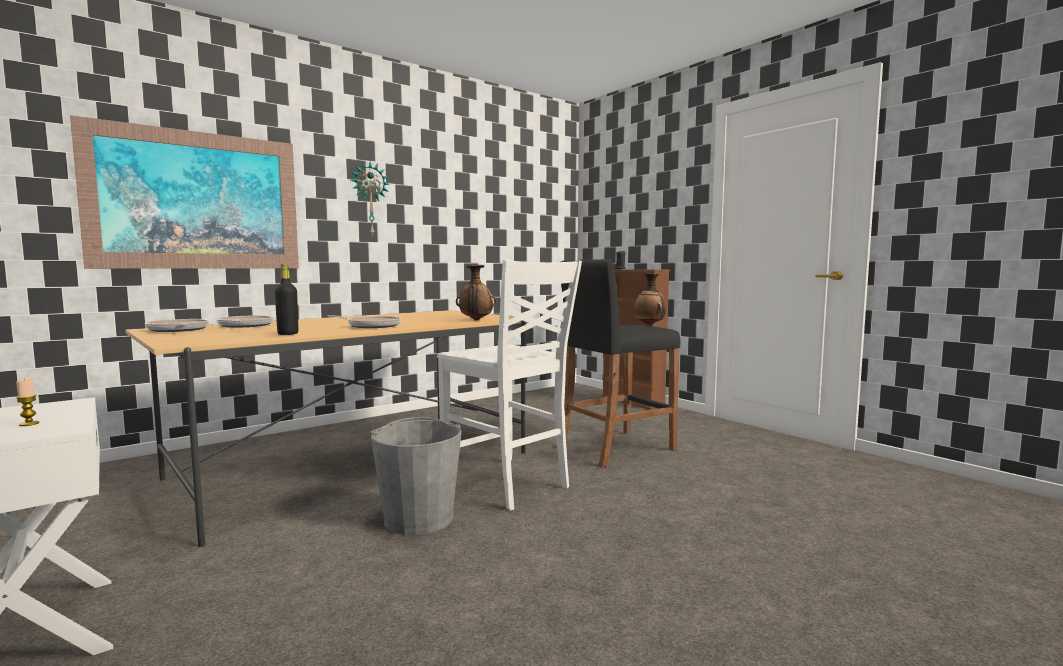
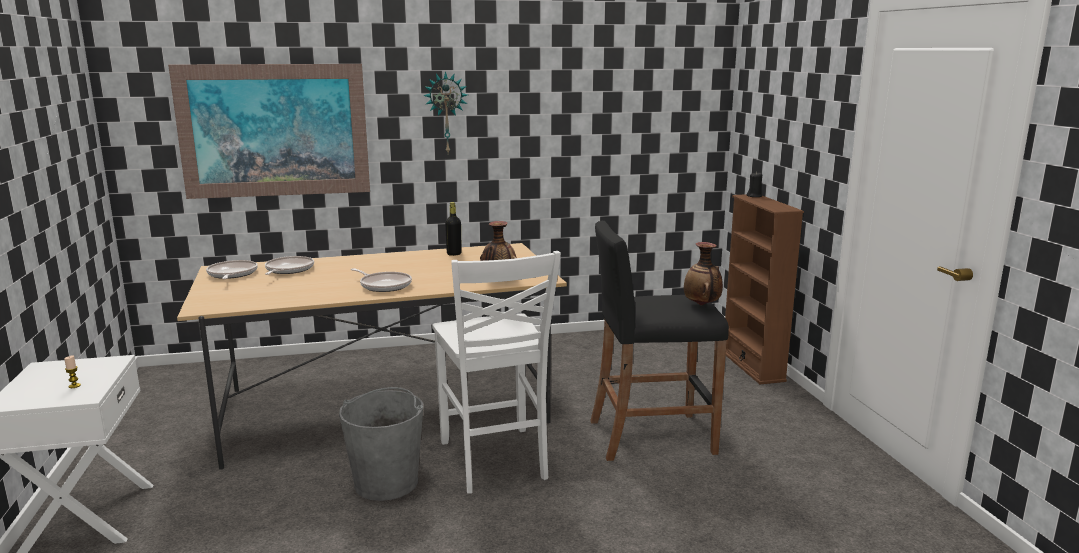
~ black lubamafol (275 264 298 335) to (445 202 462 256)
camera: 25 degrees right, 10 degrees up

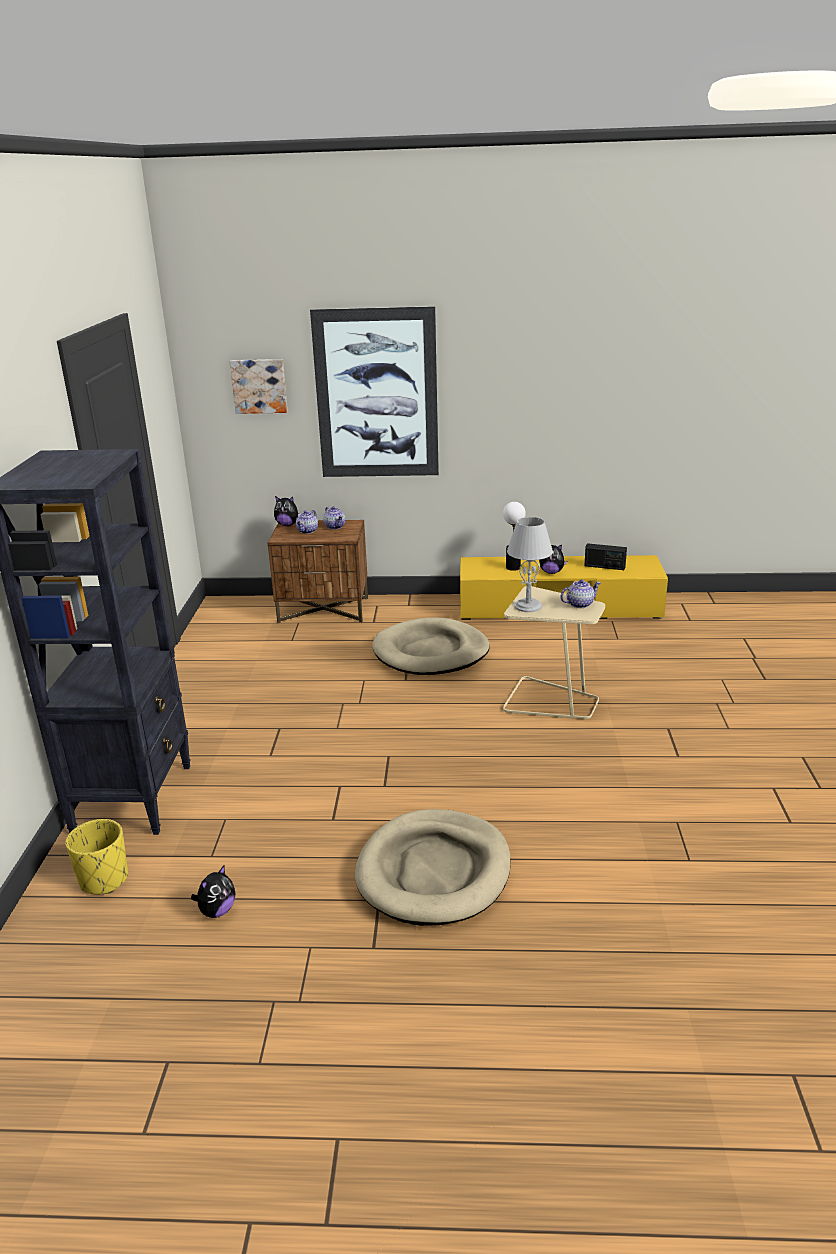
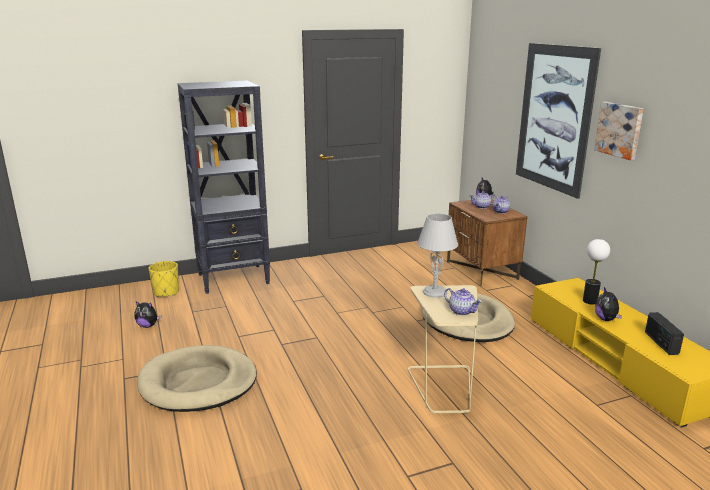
~ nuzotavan (230 359 287 414) to (594 102 643 160)
camera: 65 degrees right, 5 degrees down

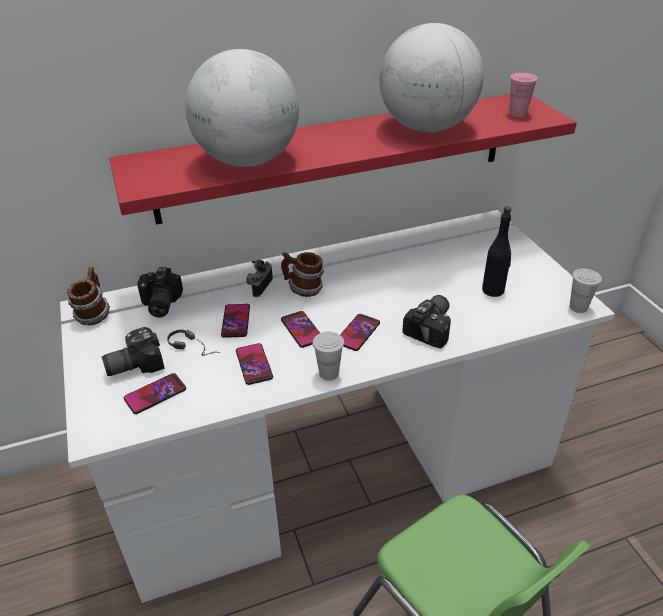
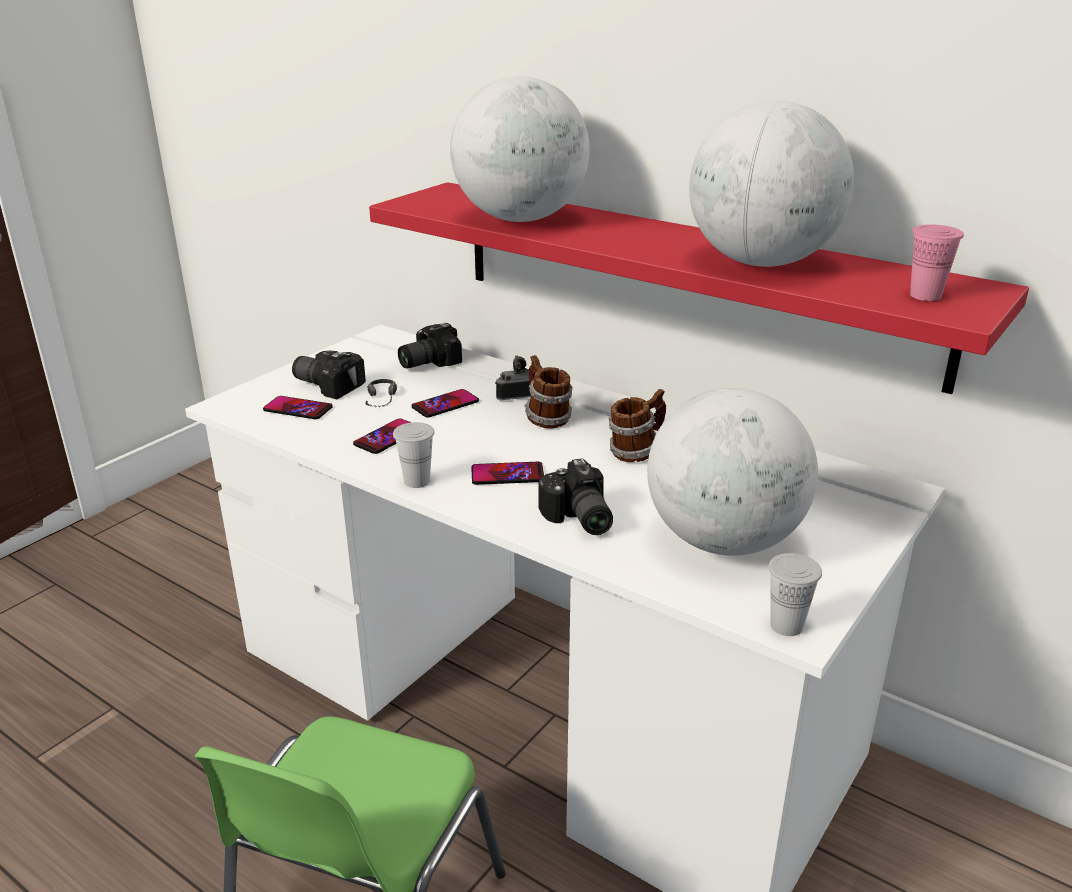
~ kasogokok (402 295 451 348) = (539 458 613 535) 75 degrees clockwise
~ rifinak (67 267 110 325) to (609 389 666 462)
~ black lubamafol (482 206 511 297) to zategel (647 388 818 556)
- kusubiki (281 311 320 348)
camera: 55 degrees right, 10 degrees down

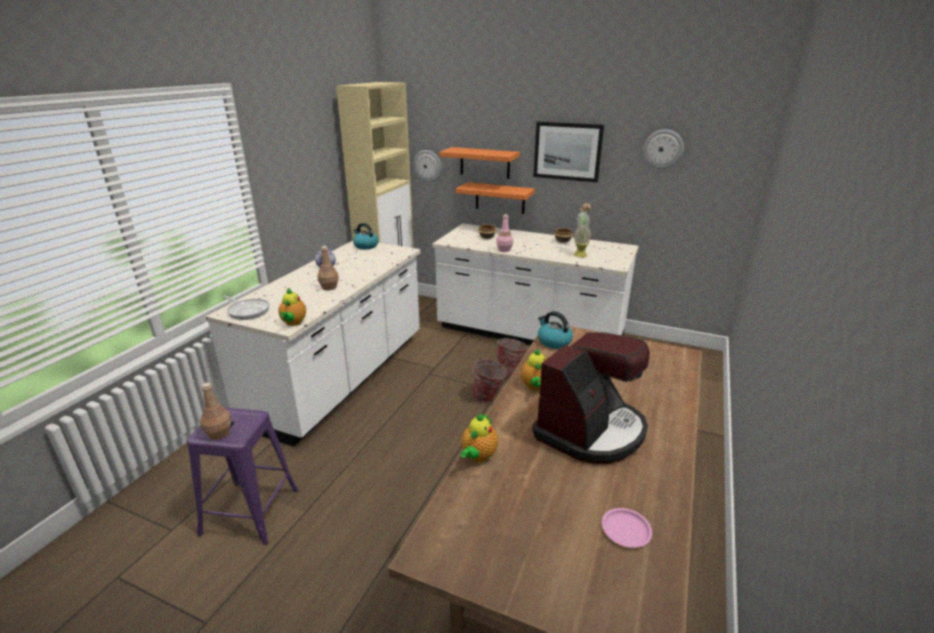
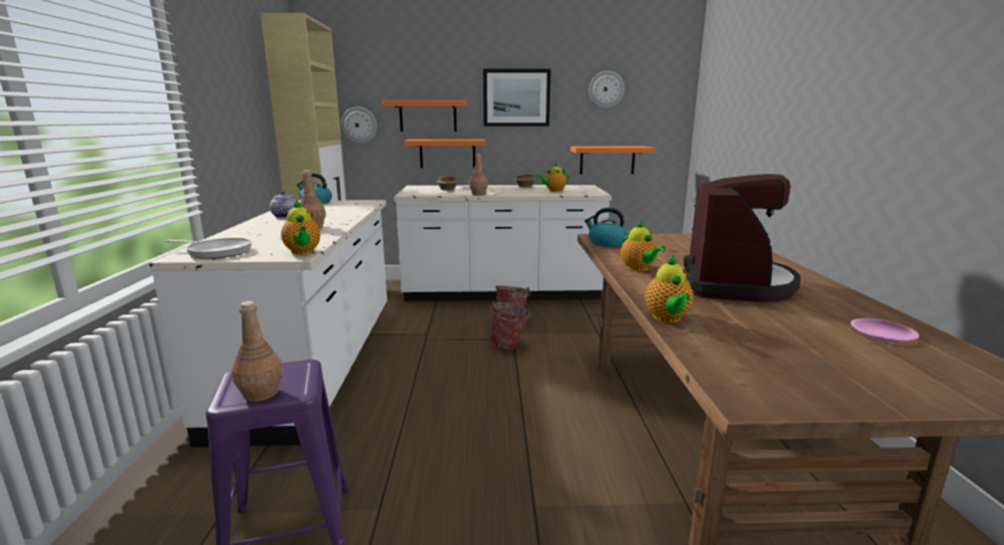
~ pink lubamafol (496 214 513 252) to brown lubamafol (469 154 488 195)
~ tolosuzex (573 203 592 257) to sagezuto (536 162 570 192)
+ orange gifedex (571 146 656 174)
camera: 25 degrees left, 10 degrees down

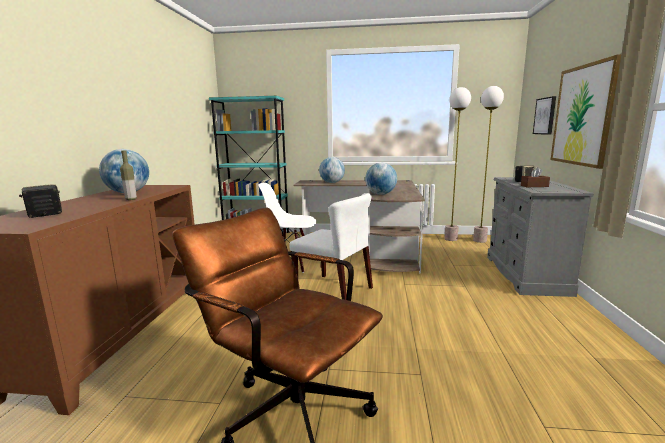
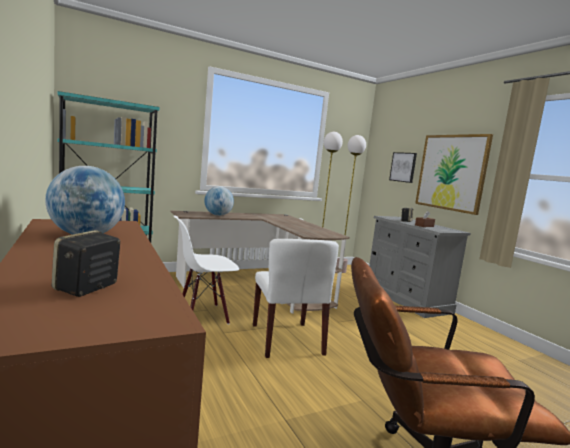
~ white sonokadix (290 193 373 300) = (253 239 339 358) 75 degrees clockwise
- lubamafol (120 150 137 200)
- zategel (365 163 397 195)
camera: 35 degrees left, 5 degrees down

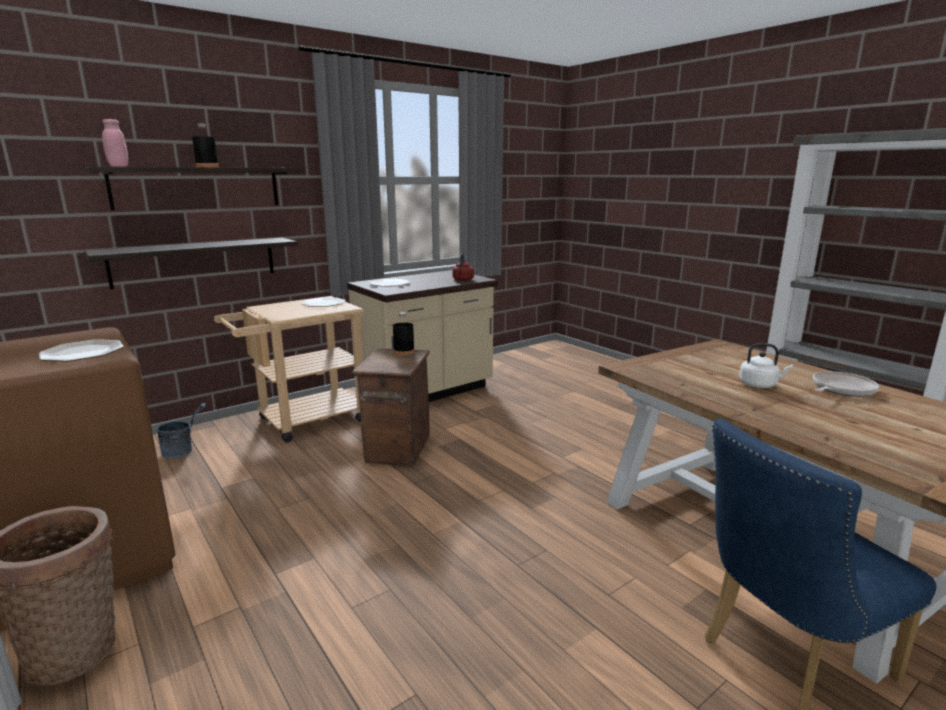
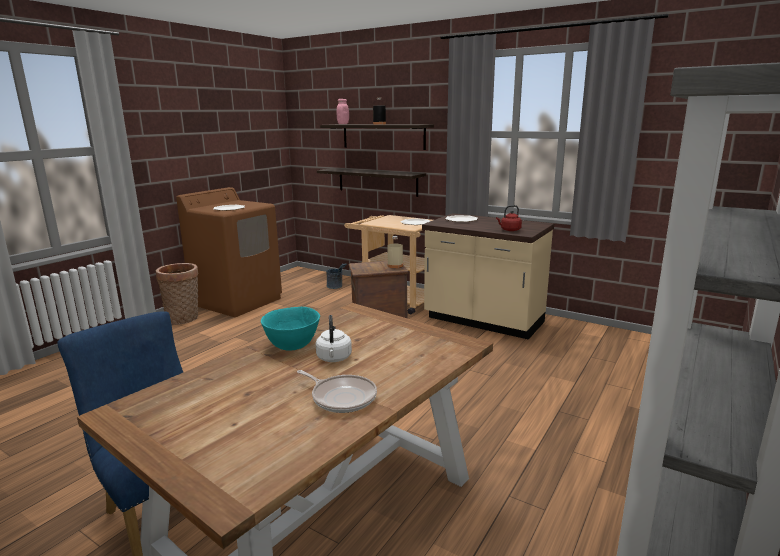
+ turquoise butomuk (261 307 320 351)
~ black lubamafol (393 312 415 355) to beige lubamafol (387 236 403 268)
camera: 70 degrees right, 0 degrees up

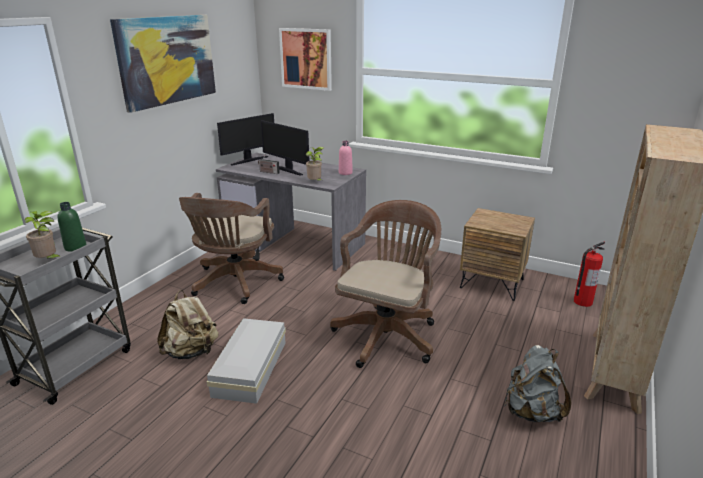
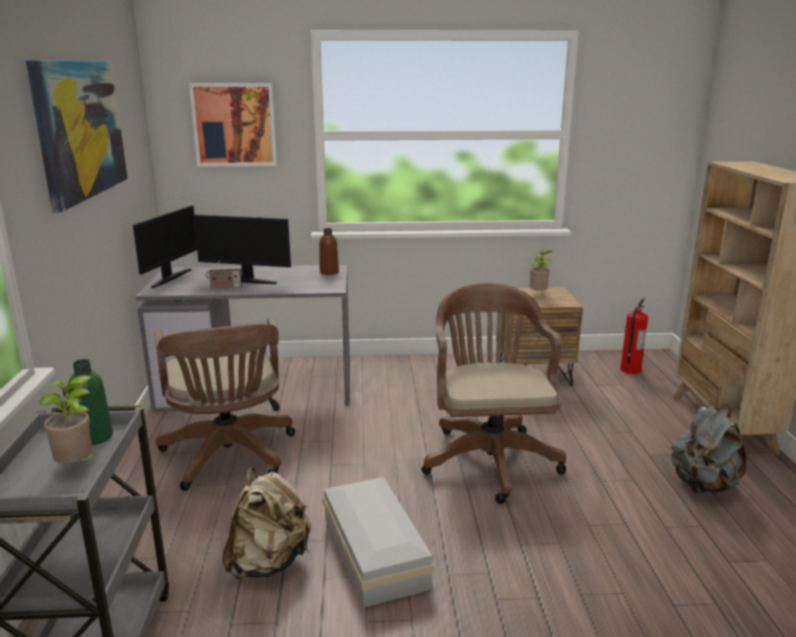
~ pink lubamafol (339 141 353 175) to brown lubamafol (320 228 339 275)
~ tolosuzex (306 147 324 181) to (530 249 552 291)
camera: 30 degrees left, 5 degrees down

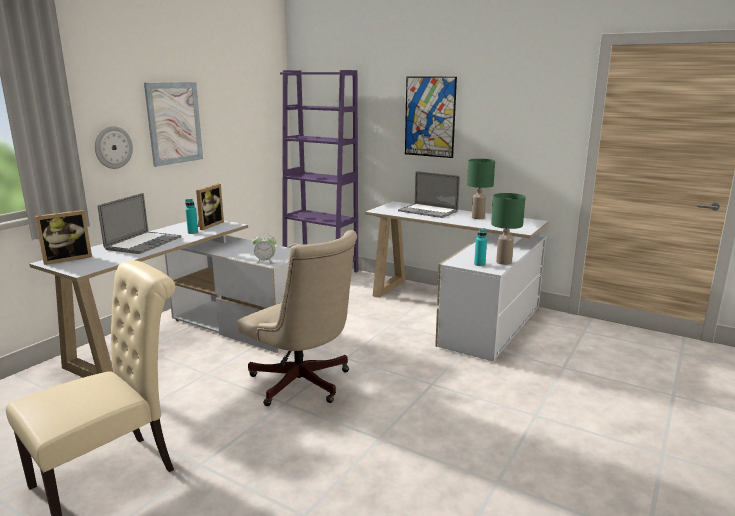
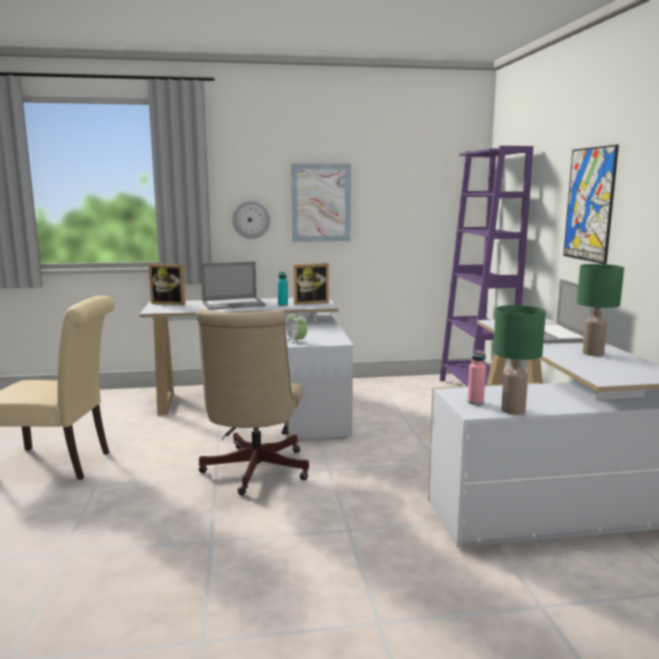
~ turquoise lubamafol (474 228 487 266) to pink lubamafol (467 350 486 405)
camera: 50 degrees right, 5 degrees down

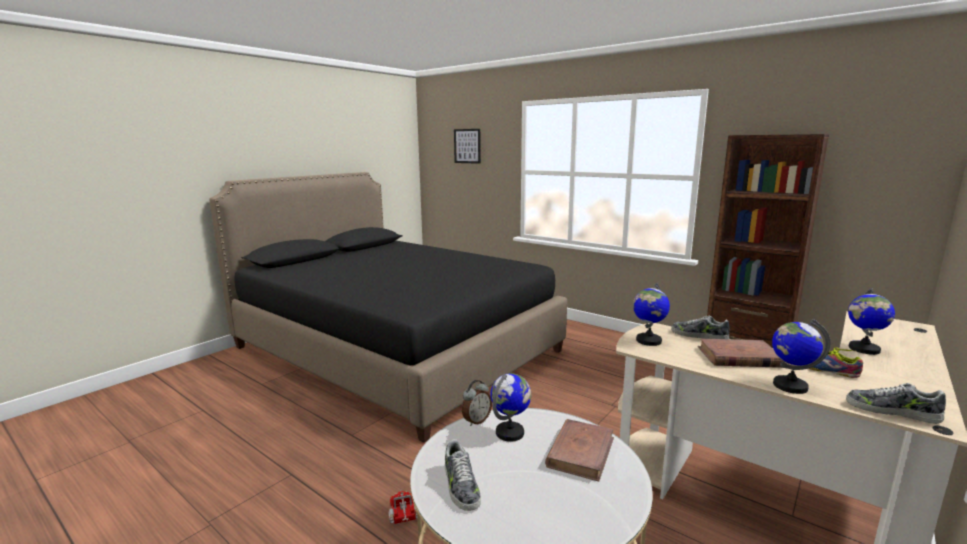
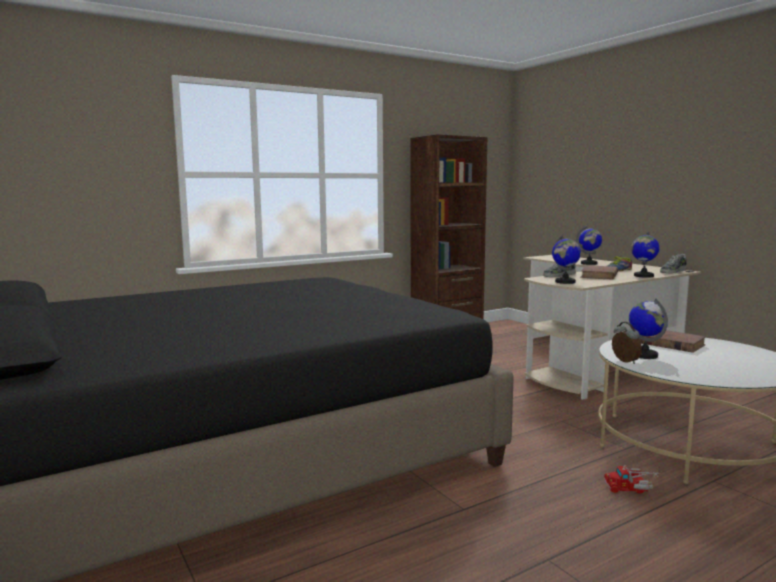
- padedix (445 439 481 511)
- nuzotavan (454 129 481 164)
camera: 70 degrees left, 5 degrees down

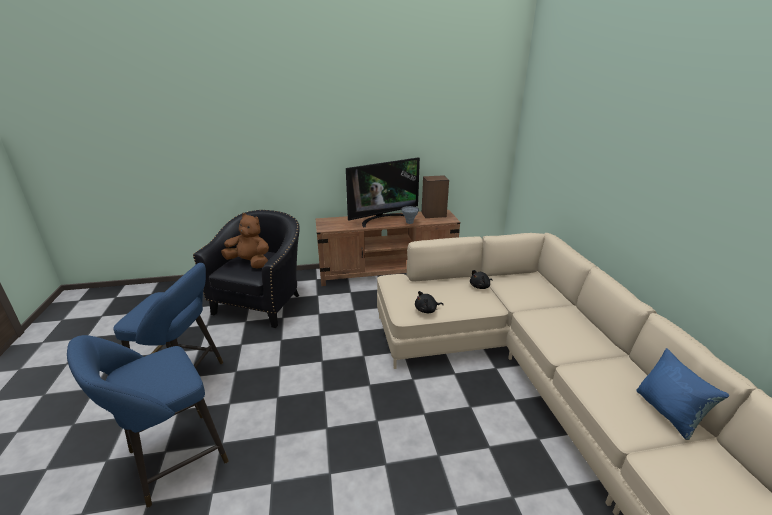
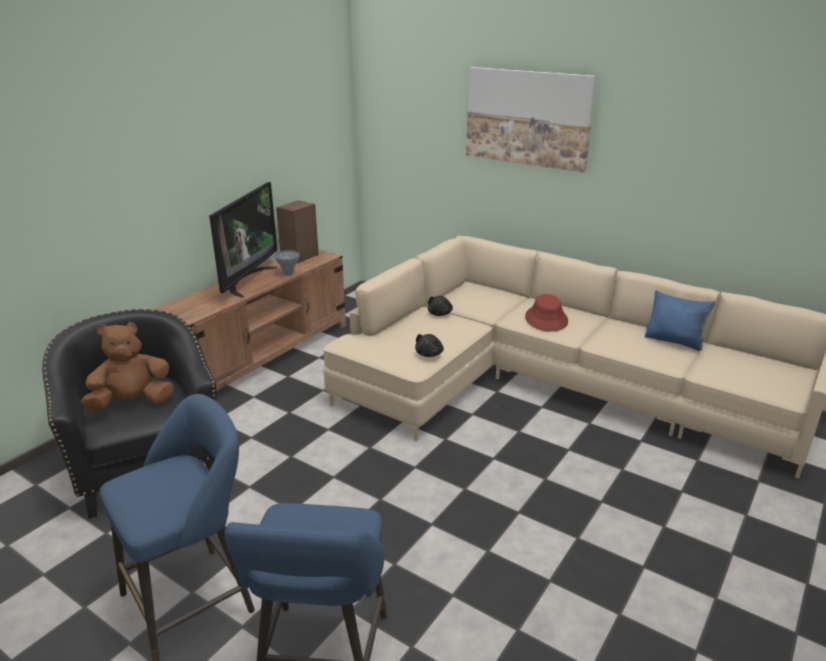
+ nuzotavan (466 67 597 172)
+ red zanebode (525 294 568 332)
camera: 45 degrees left, 0 degrees up

